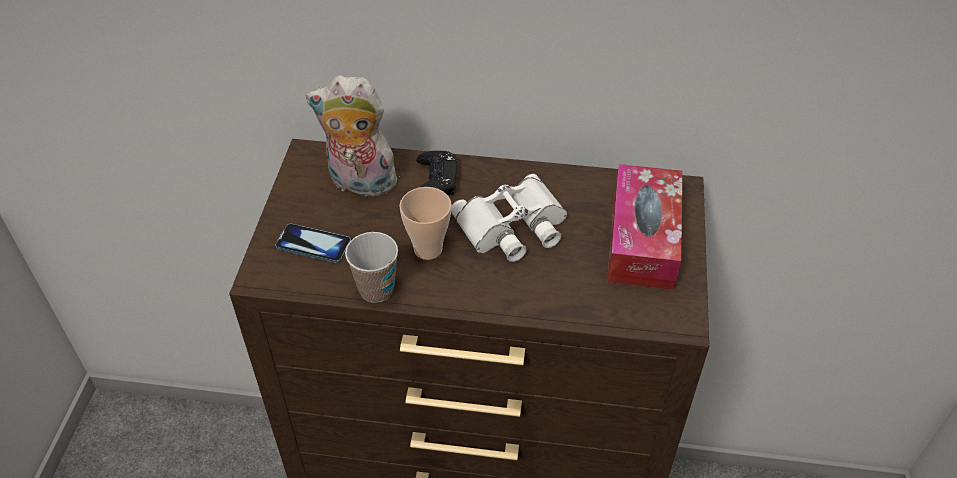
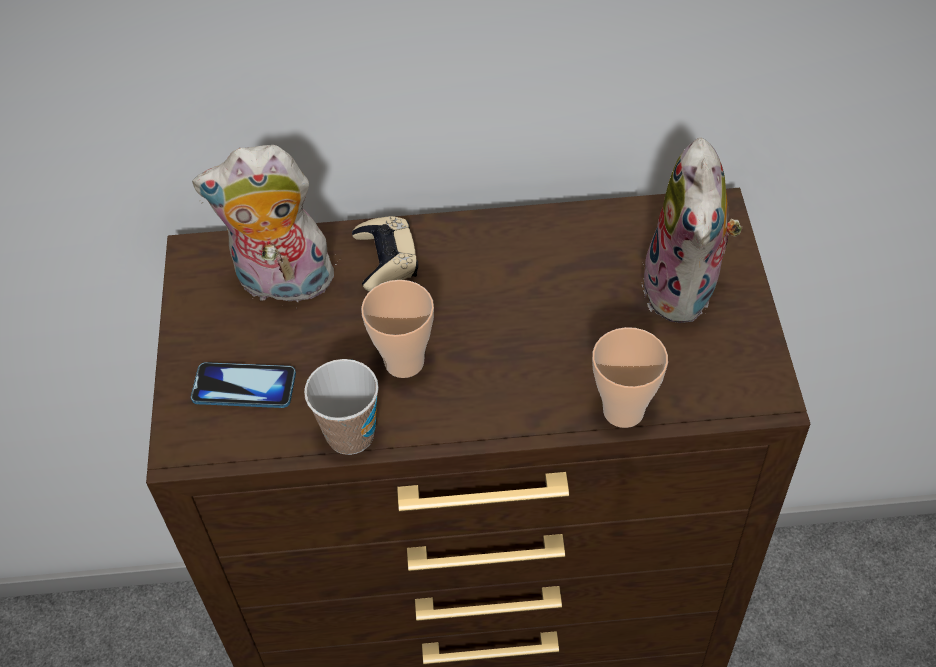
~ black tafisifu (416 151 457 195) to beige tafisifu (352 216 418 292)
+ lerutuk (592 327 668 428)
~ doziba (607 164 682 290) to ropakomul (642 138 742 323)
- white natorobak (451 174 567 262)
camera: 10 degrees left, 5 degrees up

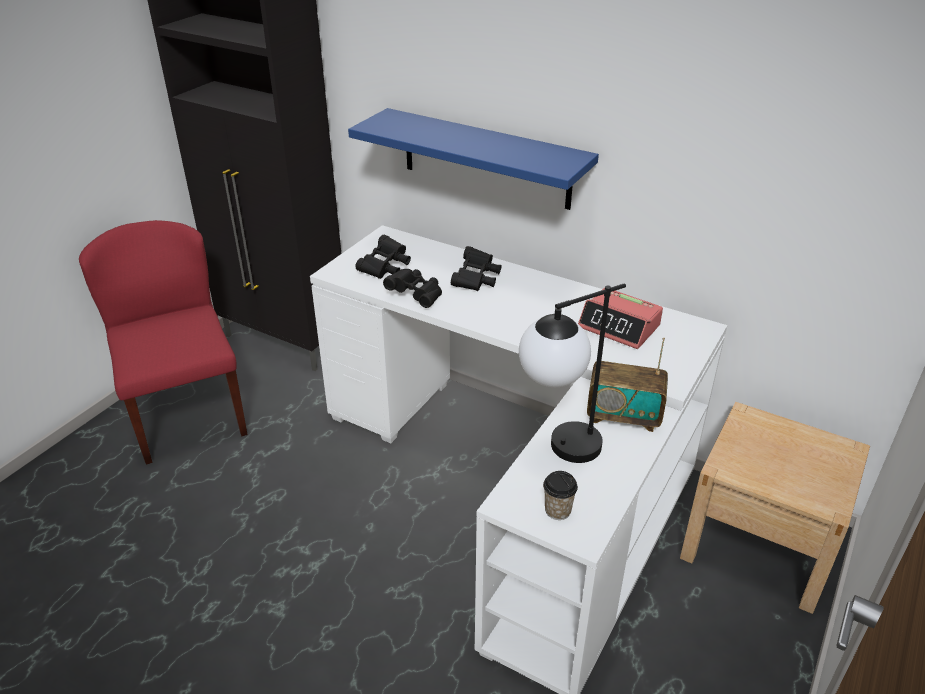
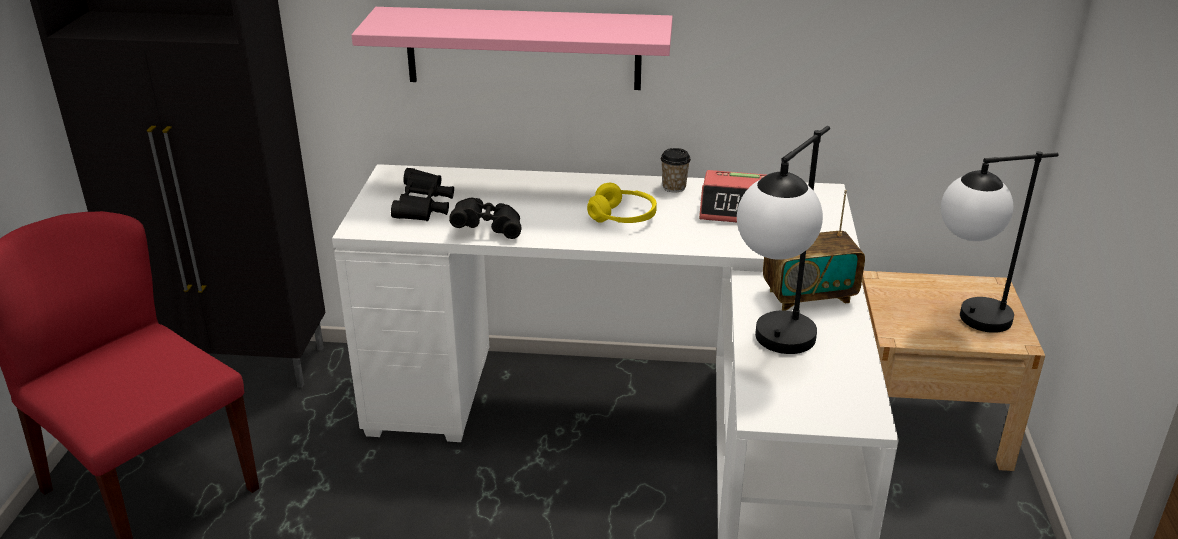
~ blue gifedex (348 108 599 210) to pink gifedex (352 7 673 90)
+ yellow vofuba (587 183 657 223)
~ lerutuk (543 471 578 520) to (661 148 691 193)
+ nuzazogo (941 151 1058 333)
- black natorobak (451 246 502 291)
camera: 25 degrees left, 5 degrees down

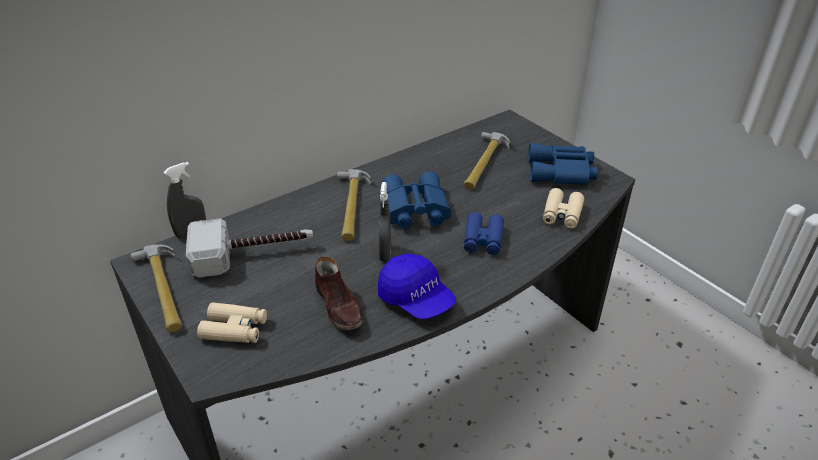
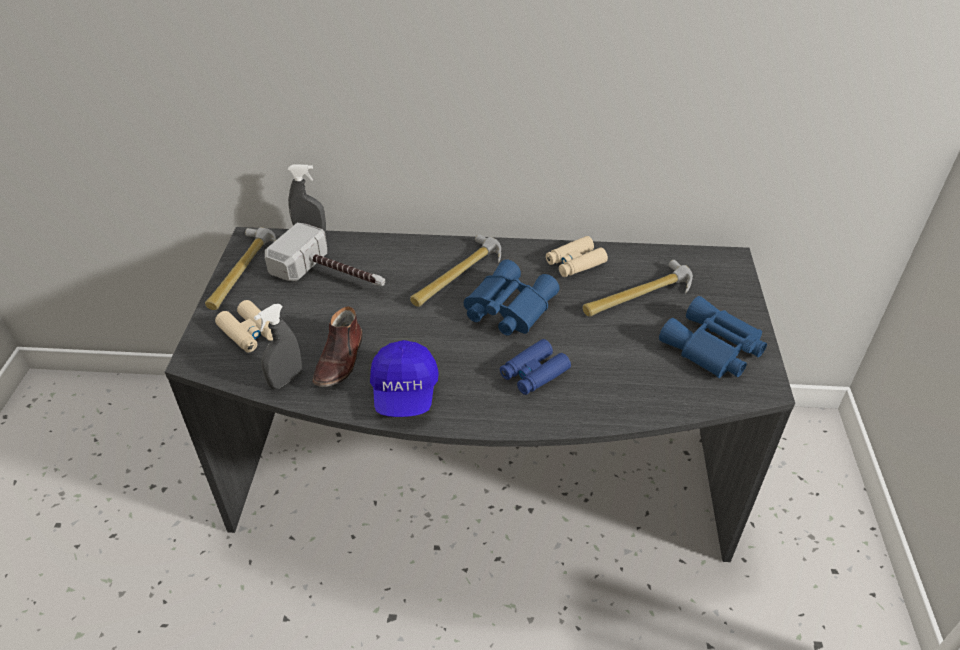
~ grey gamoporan (379 182 391 262) to (254 304 302 389)
~ beige natorobak (543 188 584 229) to (546 236 608 277)
camera: 40 degrees right, 5 degrees up

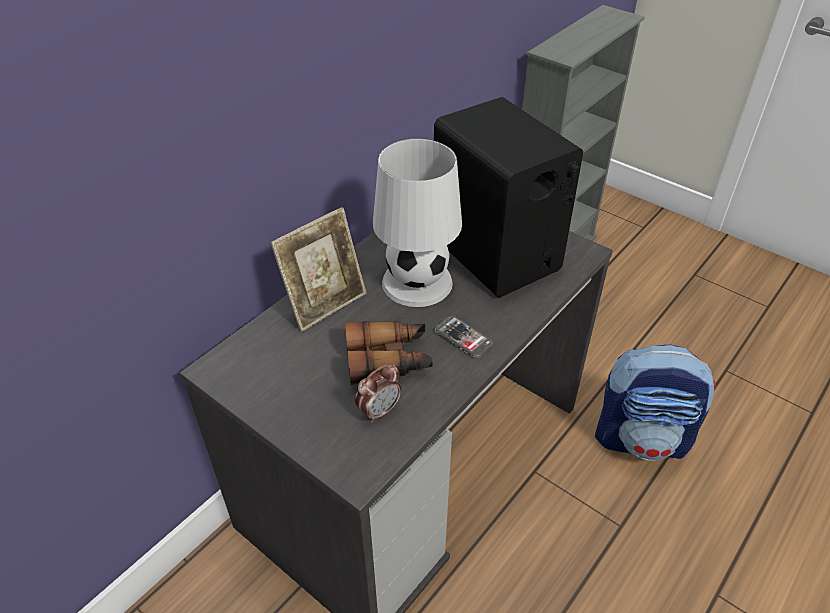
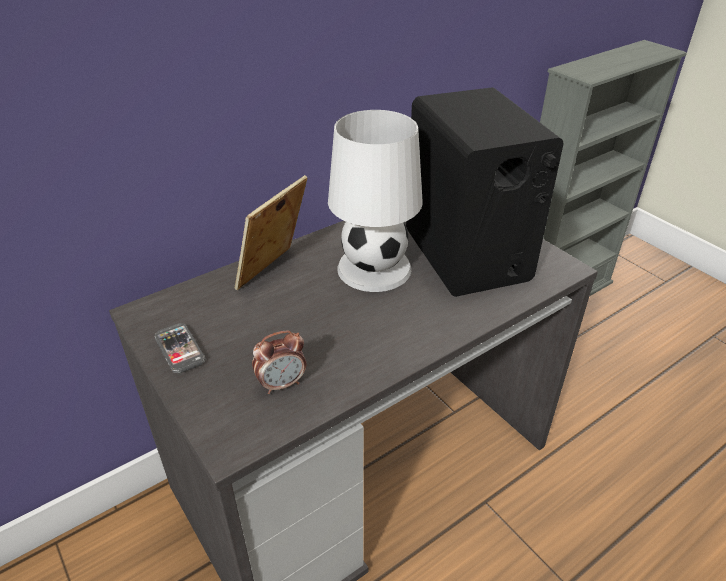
~ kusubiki (435 316 493 358) to (155 323 206 373)
~ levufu (270 207 366 332) = (235 175 308 290) 150 degrees clockwise
- natorobak (345 321 433 385)
- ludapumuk (595 344 716 461)
camera: 15 degrees right, 5 degrees down

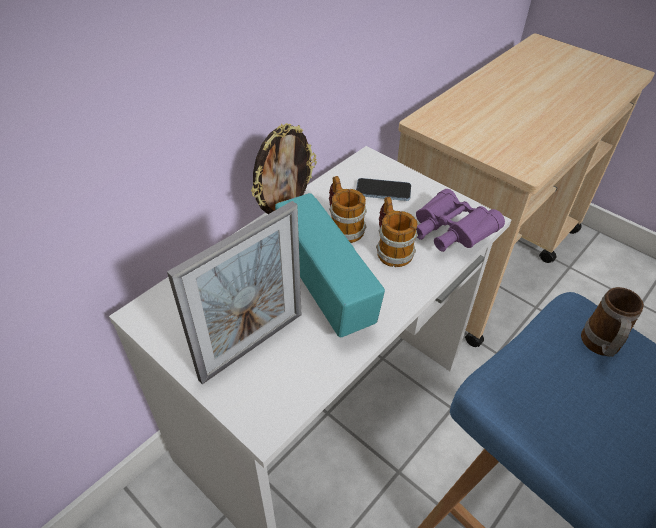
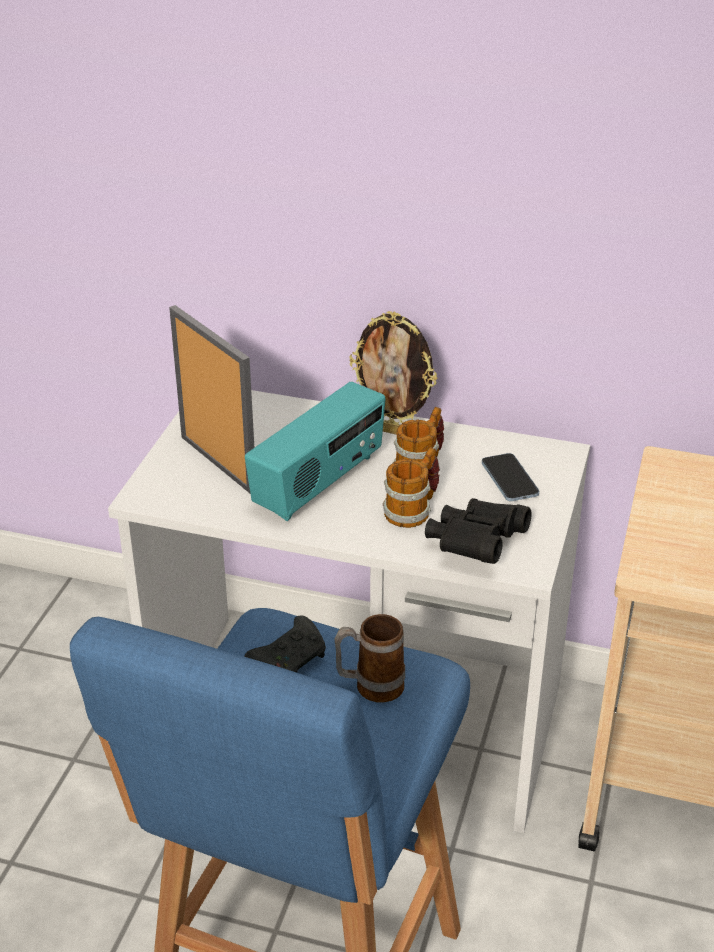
~ levufu (167 201 301 384) = (169 305 254 493) 150 degrees counterclockwise
+ black tafisifu (244 615 326 673)
~ purple natorobak (416 189 505 252) to black natorobak (425 498 532 564)
camera: 65 degrees right, 10 degrees down

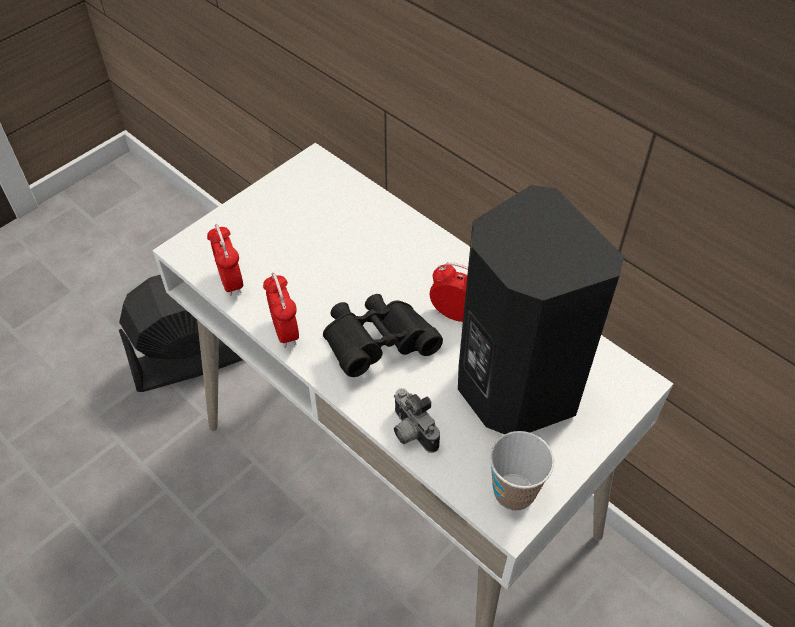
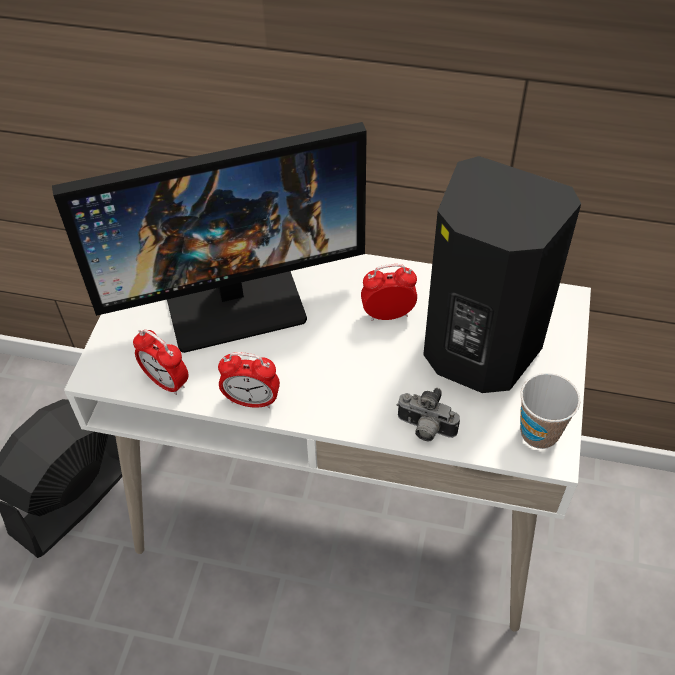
+ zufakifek (52 122 367 353)
~ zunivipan (263 272 299 348) = (218 352 280 408) 150 degrees clockwise
- black natorobak (323 294 443 377)
camera: 30 degrees left, 0 degrees up

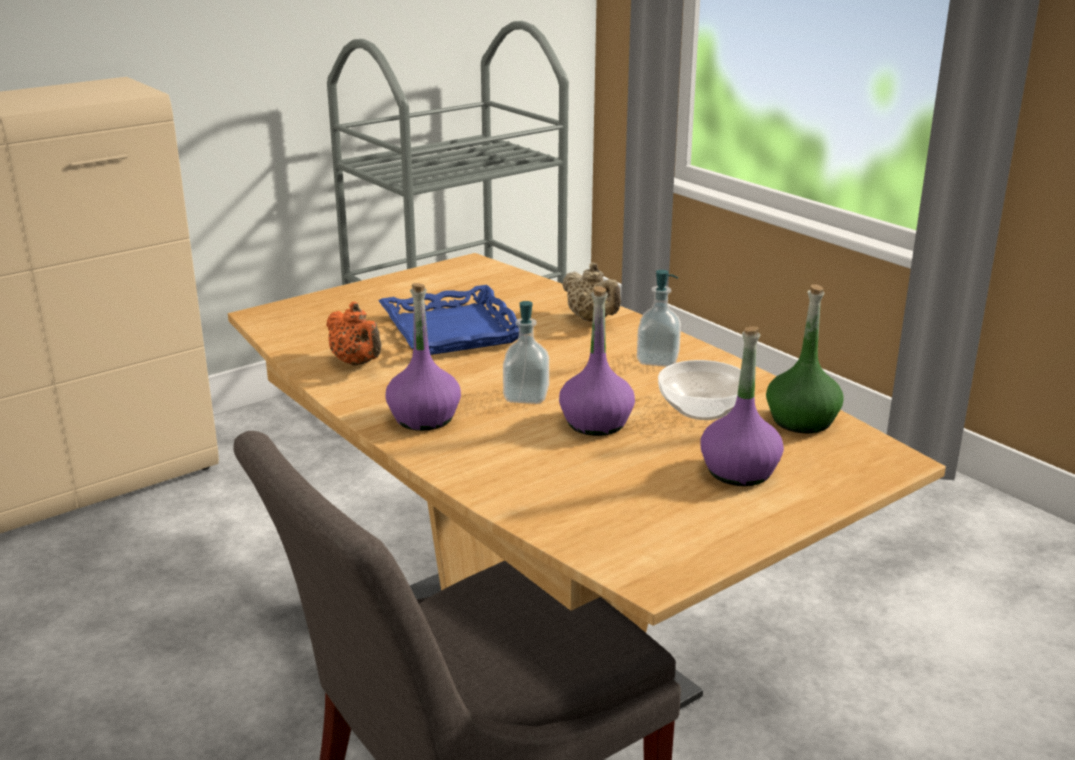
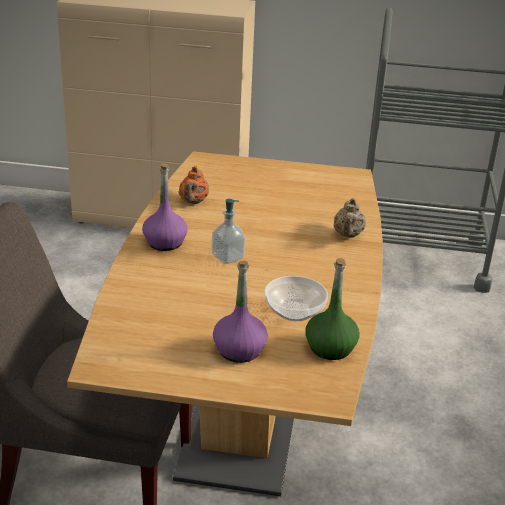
- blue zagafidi (378 285 519 355)
- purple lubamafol (559 286 635 436)
- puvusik (637 270 681 367)
camera: 45 degrees right, 5 degrees up

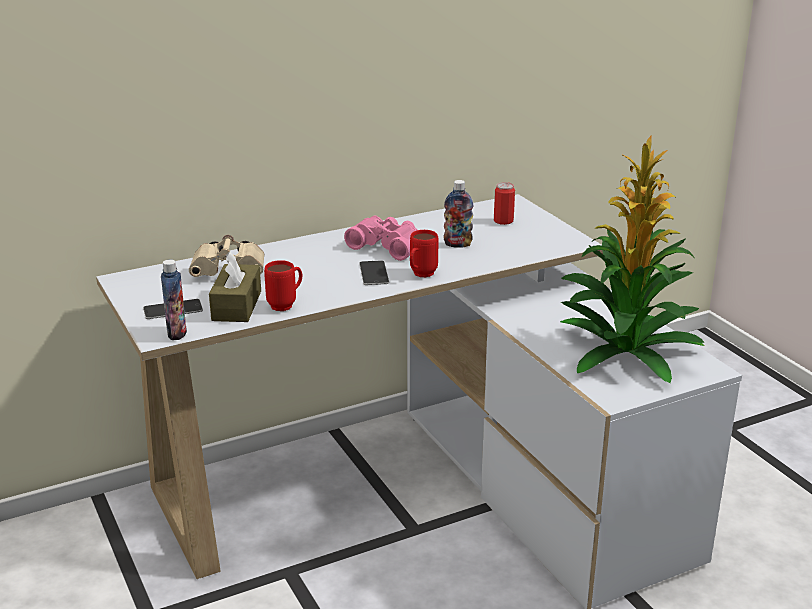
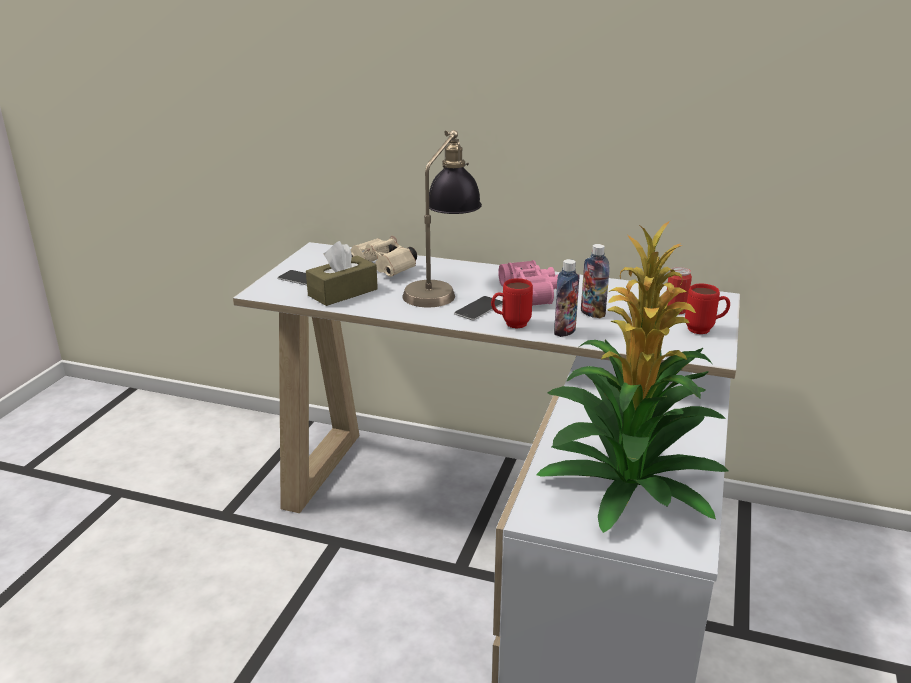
+ nuzazogo (402 130 482 308)
~ lubamafol (161 260 187 340) to (554 259 580 337)
~ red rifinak (264 260 302 311) to (685 284 730 334)
camera: 45 degrees right, 0 degrees up

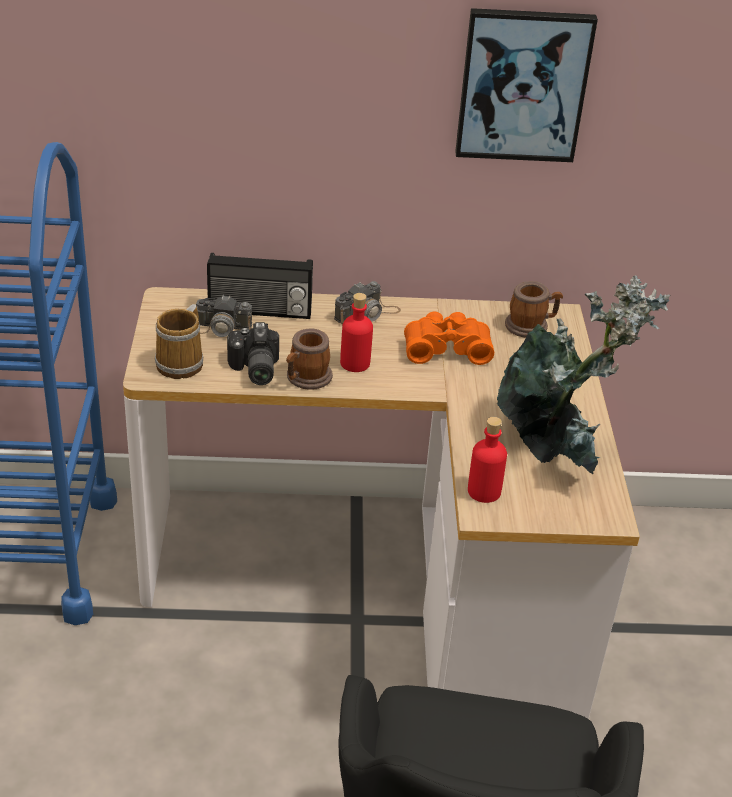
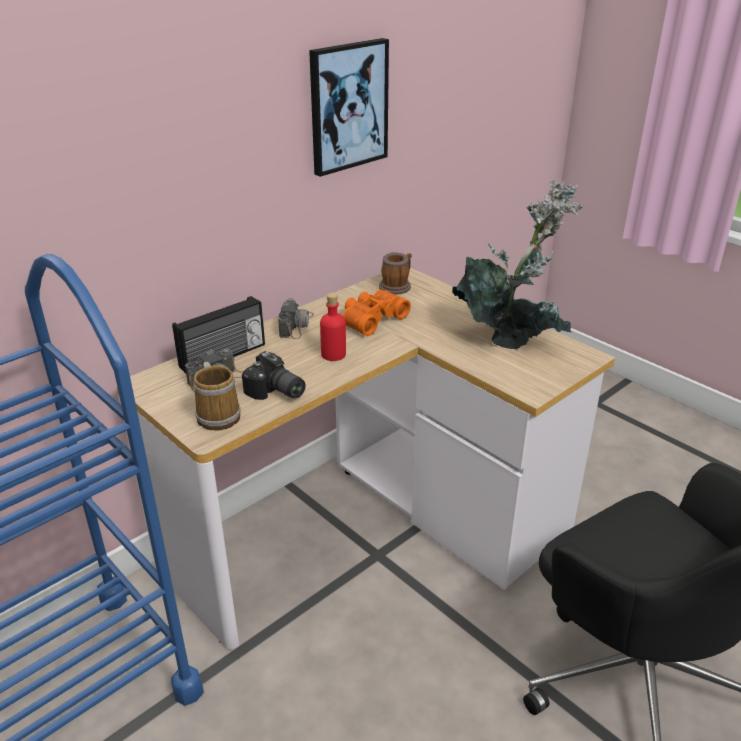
- rifinak (286 328 333 390)
- red lubamafol (468 417 507 503)
camera: 40 degrees left, 5 degrees down

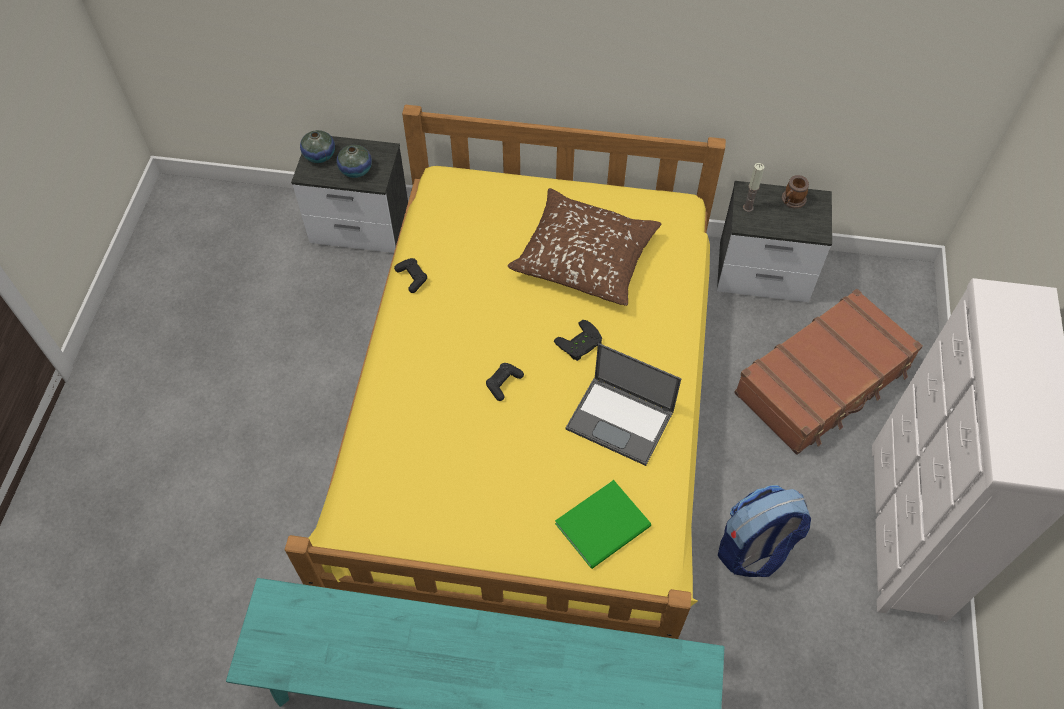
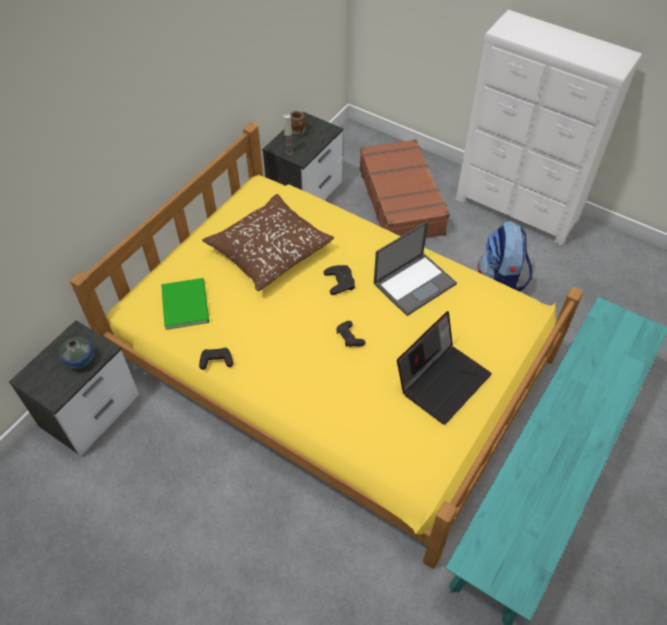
~ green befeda (555 480 651 569) to (161 278 209 330)
+ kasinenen (397 311 492 425)
- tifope (300 130 335 163)
camera: 65 degrees left, 5 degrees down

